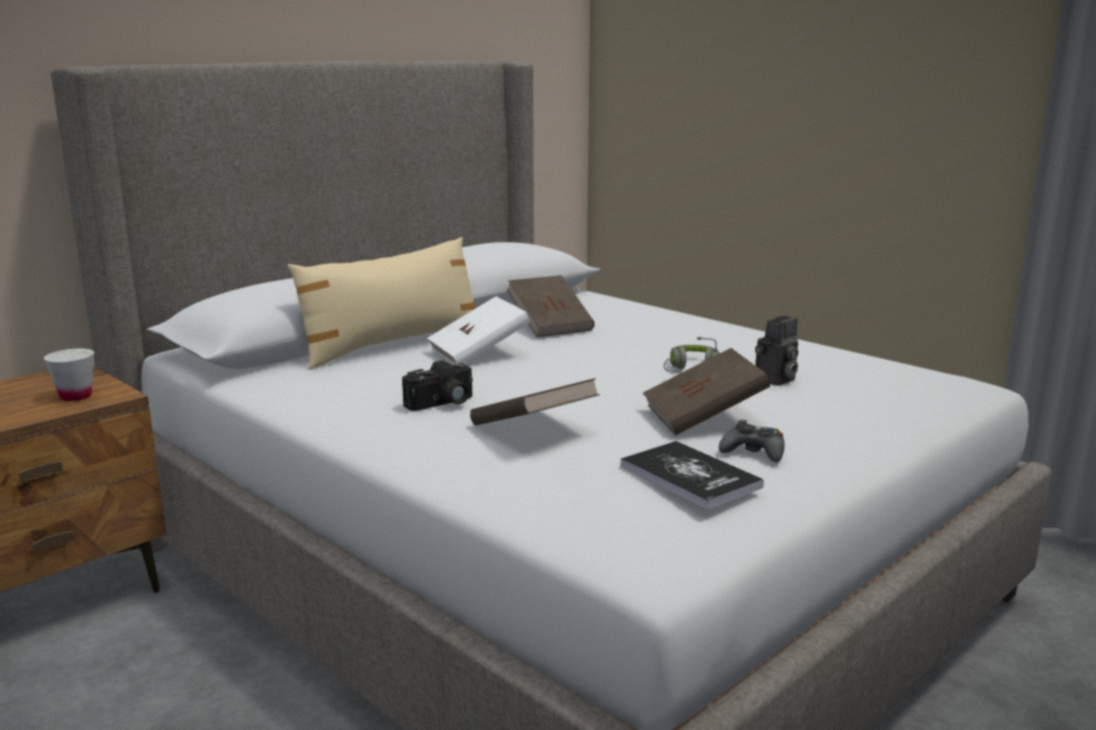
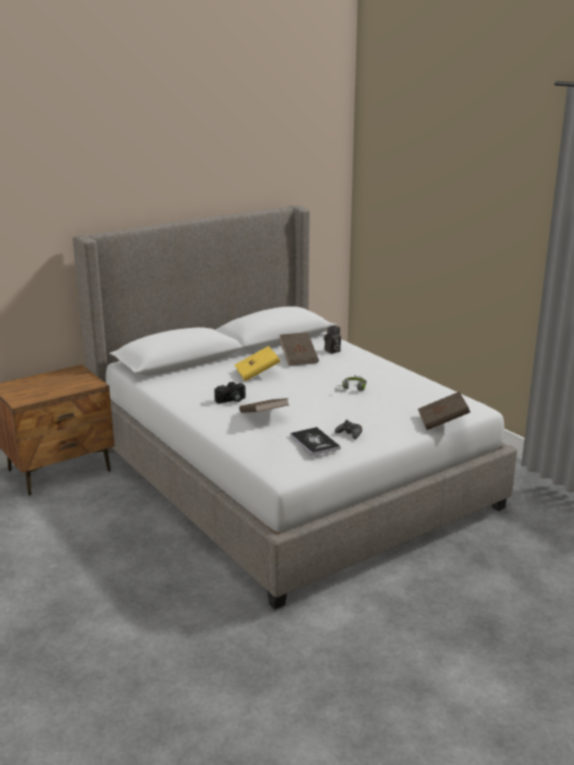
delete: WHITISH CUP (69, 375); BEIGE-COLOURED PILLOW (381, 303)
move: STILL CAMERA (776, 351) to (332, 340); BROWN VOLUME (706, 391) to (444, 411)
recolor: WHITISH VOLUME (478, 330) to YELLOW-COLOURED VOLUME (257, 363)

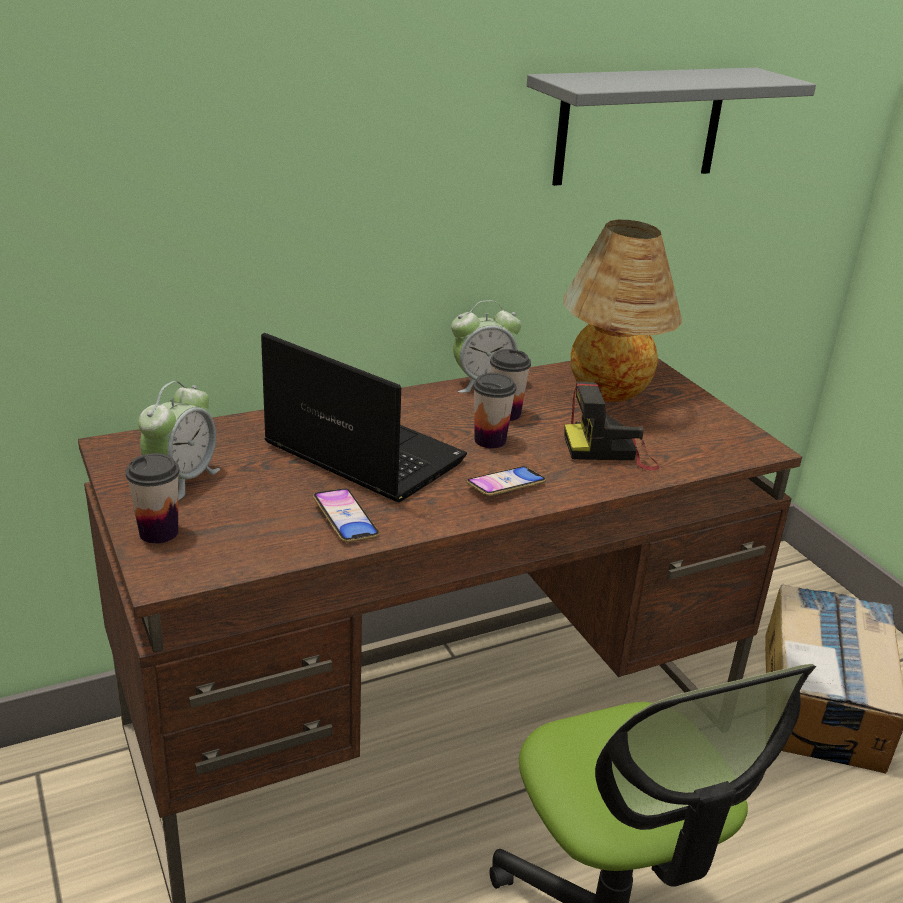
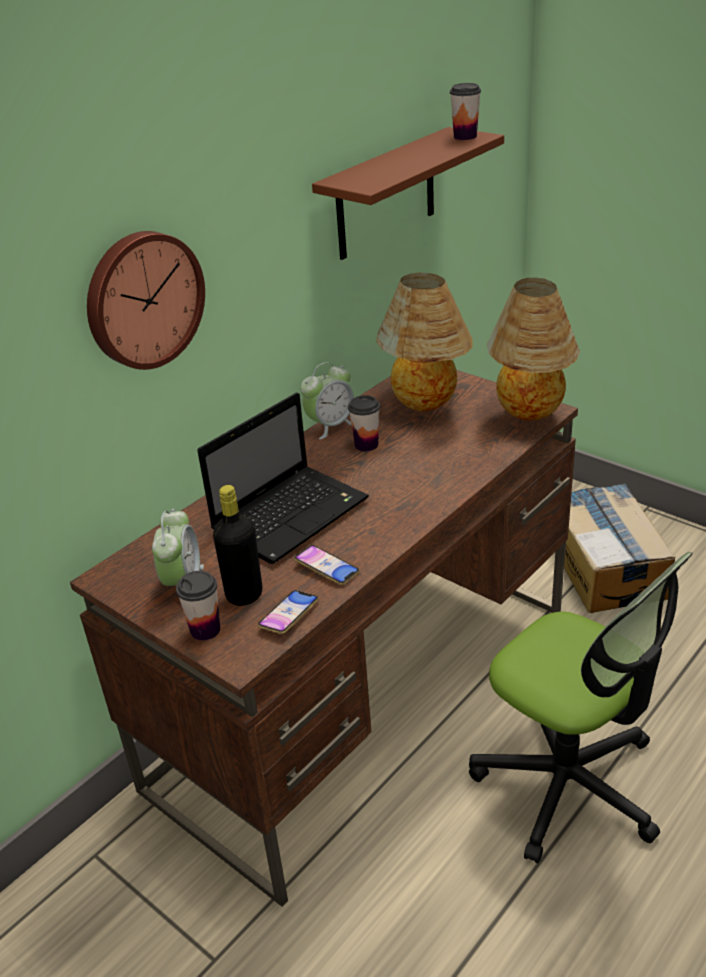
delete: STILL CAMERA (611, 425)
insert: WALL CLOCK (146, 300); BLACK-COLOURED BEVERAGE BOTTLE (237, 545); TABLE LAMP (533, 349)
move: HANDSET (506, 481) to (288, 612); CUP (494, 410) to (465, 111)
recolor: GREY SHELF (671, 127) to BROWN SHELF (408, 193)
rotate: PORTABLE COMPUTER (364, 417) = (283, 478) 120 degrees clockwise

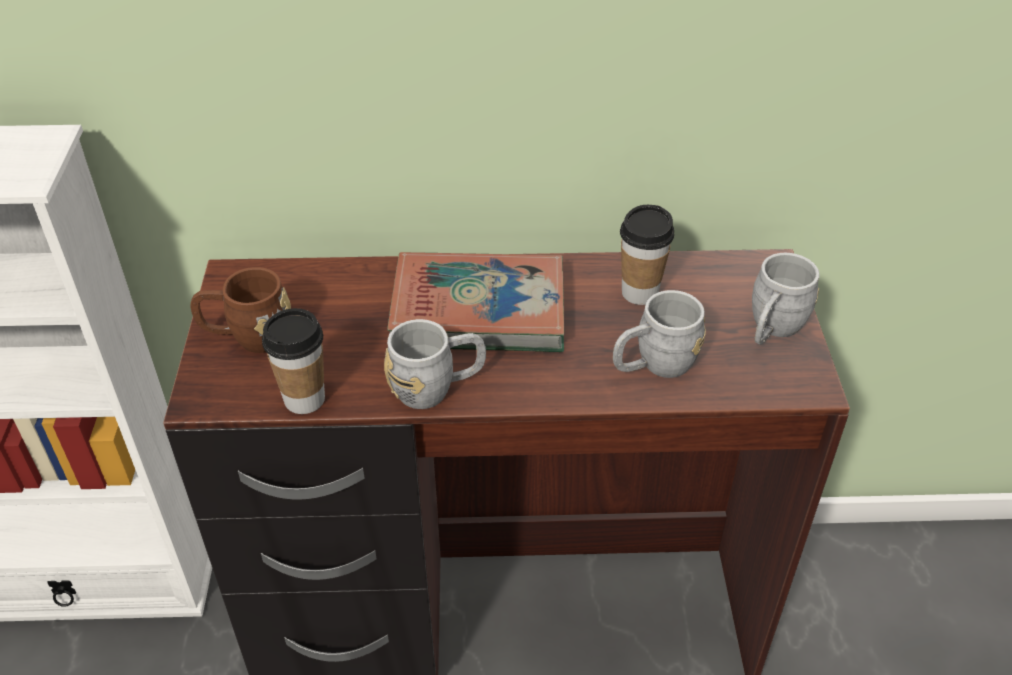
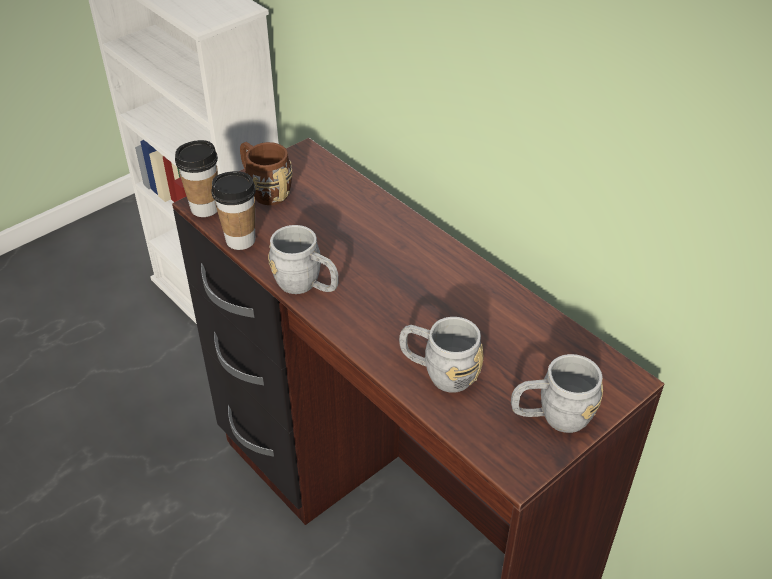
delete: VOLUME (475, 302)
move: CUP (647, 255) to (196, 178)

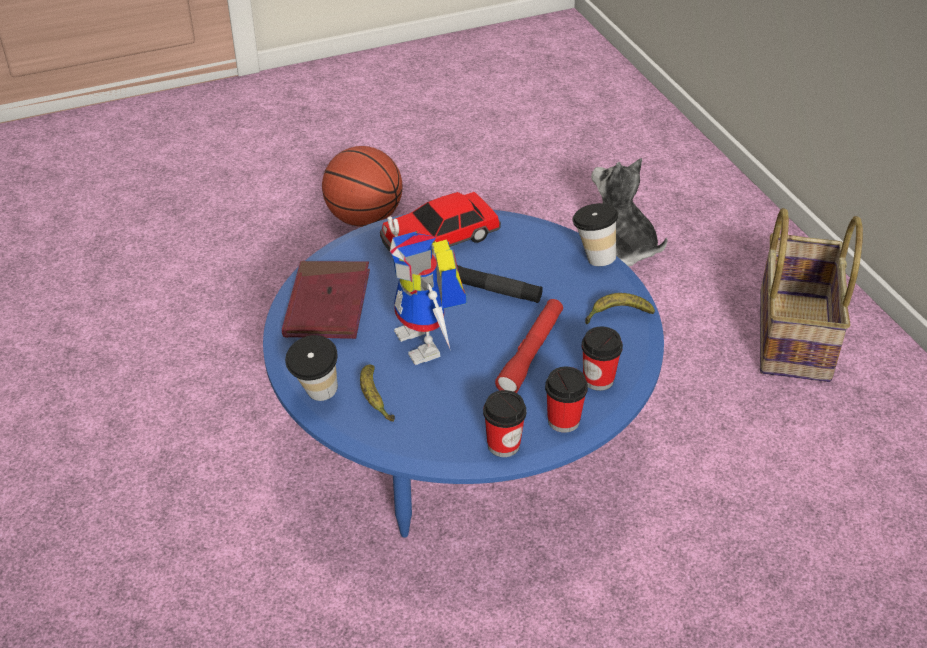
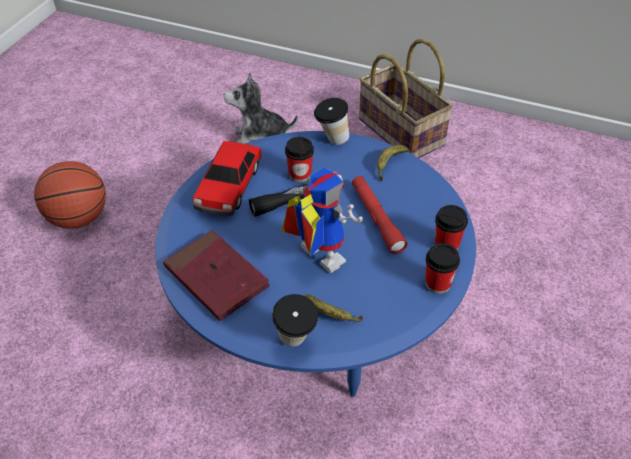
move: CUP (602, 359) to (299, 160)
rotate: MODEL ROBOT (427, 290) = (322, 220) 150 degrees counterclockwise

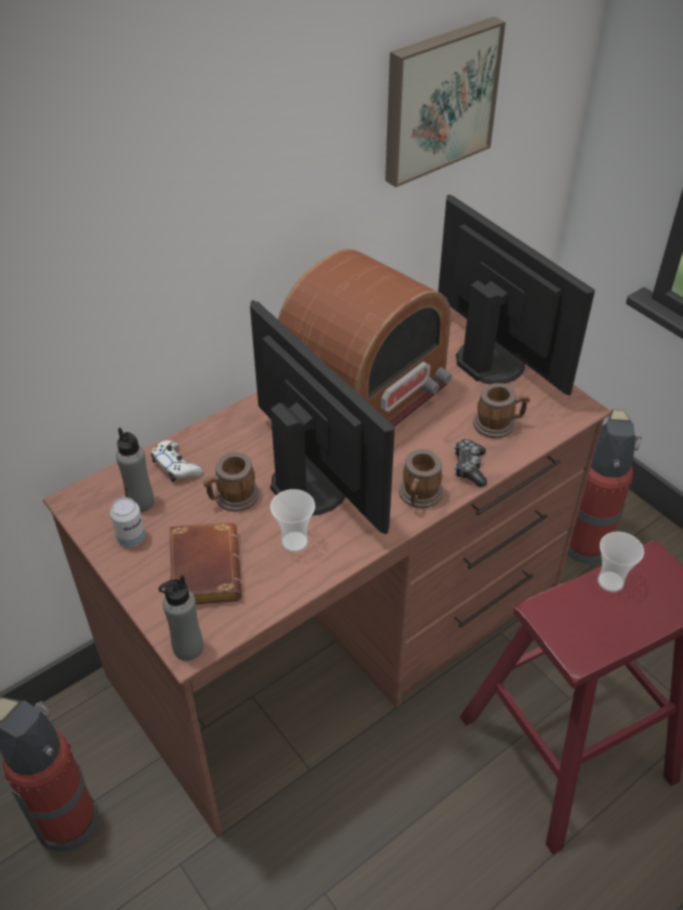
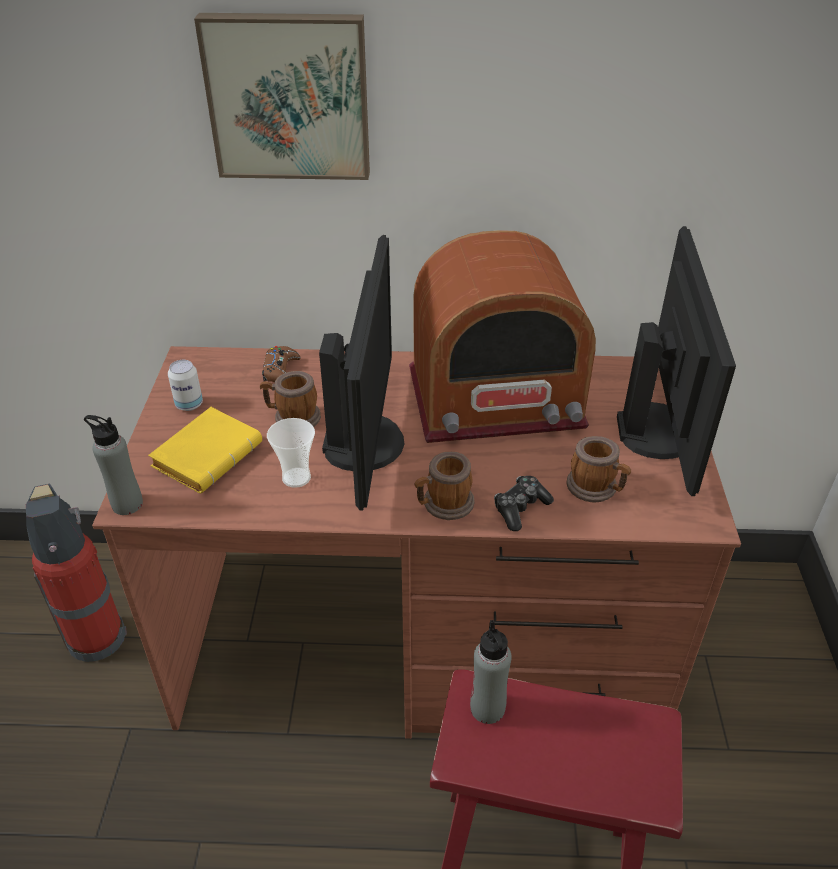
delete: EXTINGUISHER (604, 486); CUP (621, 561)
move: PICTURE (445, 102) to (282, 96); GREY BEVERAGE BOTTLE (135, 470) to (491, 672)
recolor: BROWN VOLUME (206, 563) to YELLOW-COLOURED VOLUME (205, 450); WHITISH GAME CONTROLLER (177, 461) to BROWN GAME CONTROLLER (281, 364)

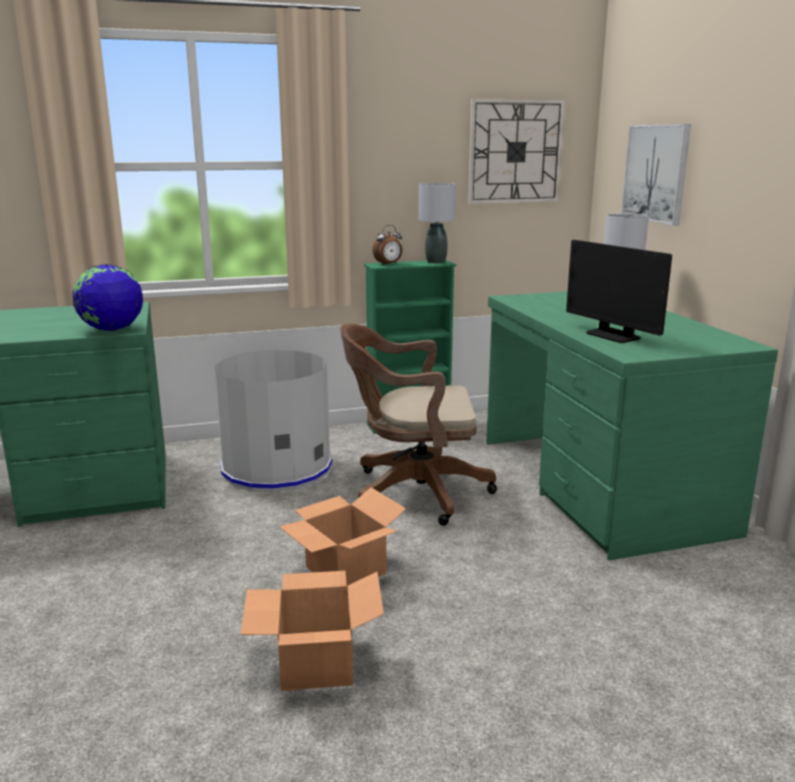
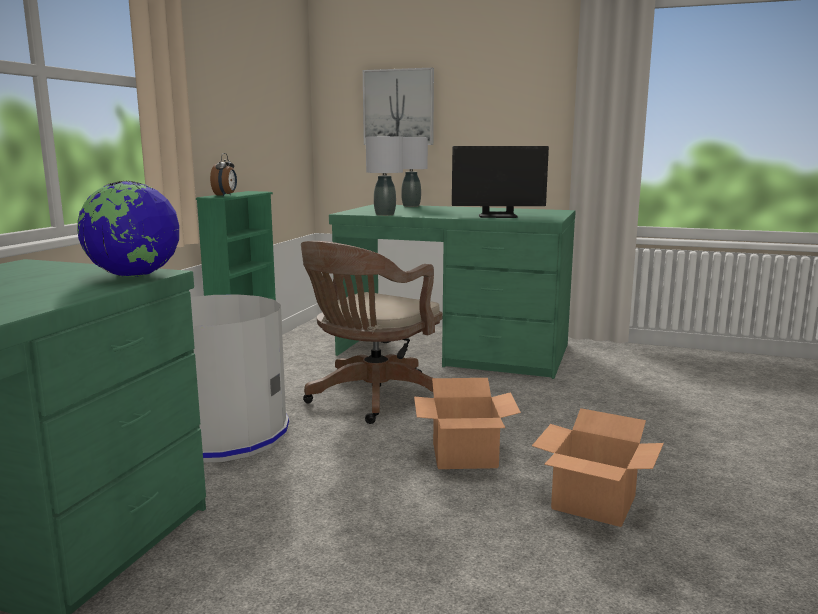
delete: WALL CLOCK (517, 151)
move: GREY TABLE LAMP (437, 223) to (384, 176)

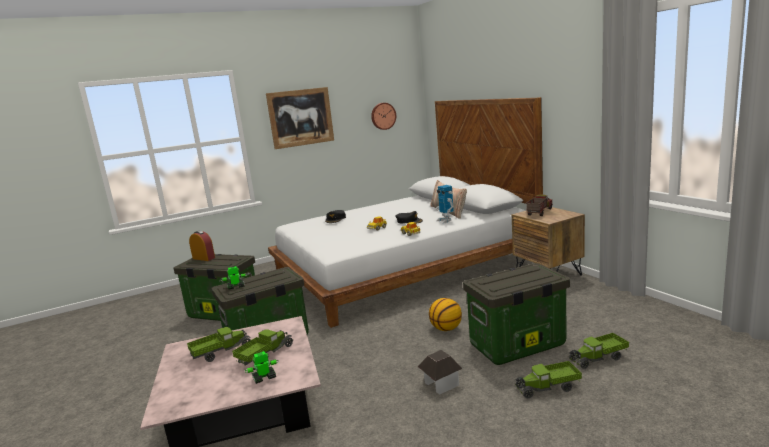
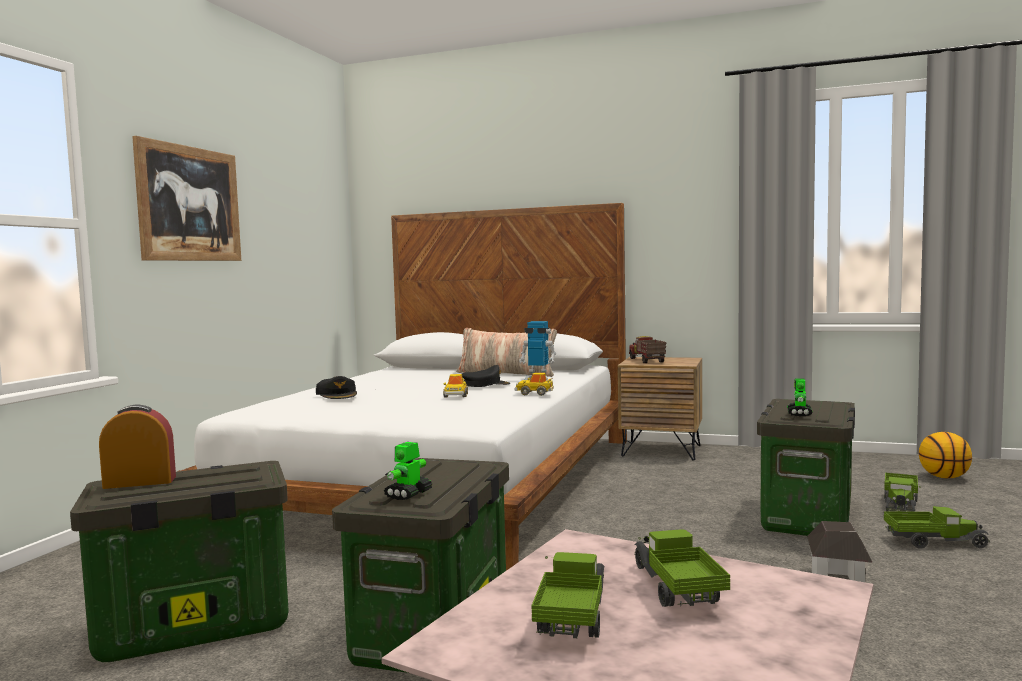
delete: WALL CLOCK (383, 116)
move: MODEL ROBOT (262, 367) to (800, 397); BASKETBALL (445, 314) to (945, 455)
rotate: TOY LORRY (548, 379) = (937, 527) 120 degrees counterclockwise

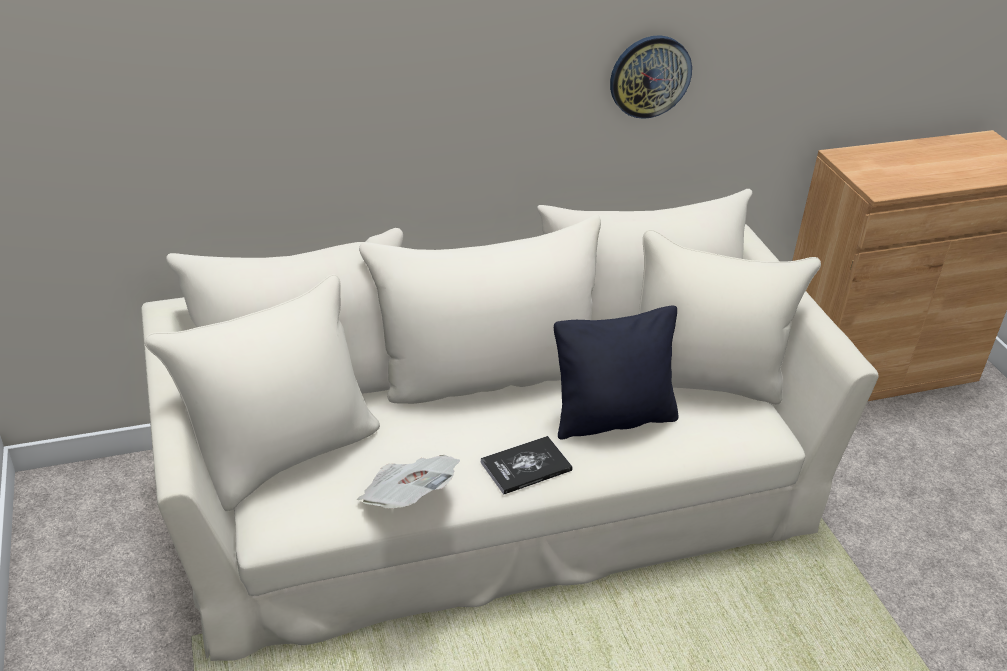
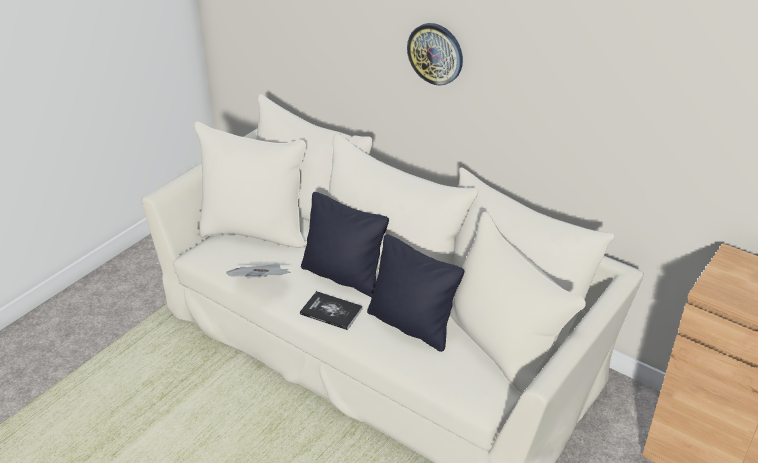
insert: BLACK-COLOURED PILLOW (345, 244)
move: WALL CLOCK (651, 77) to (435, 54)

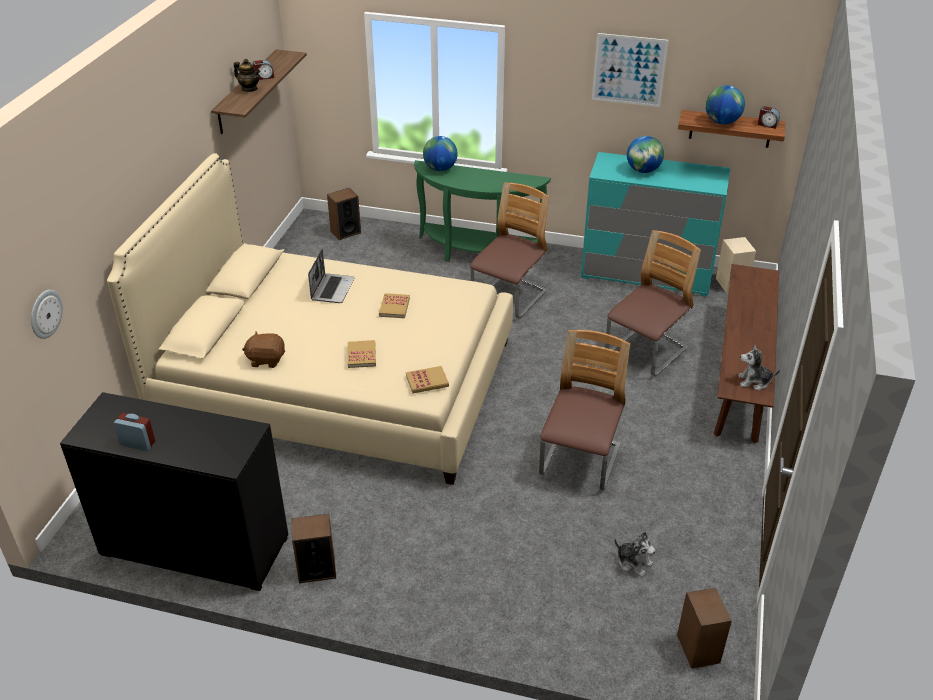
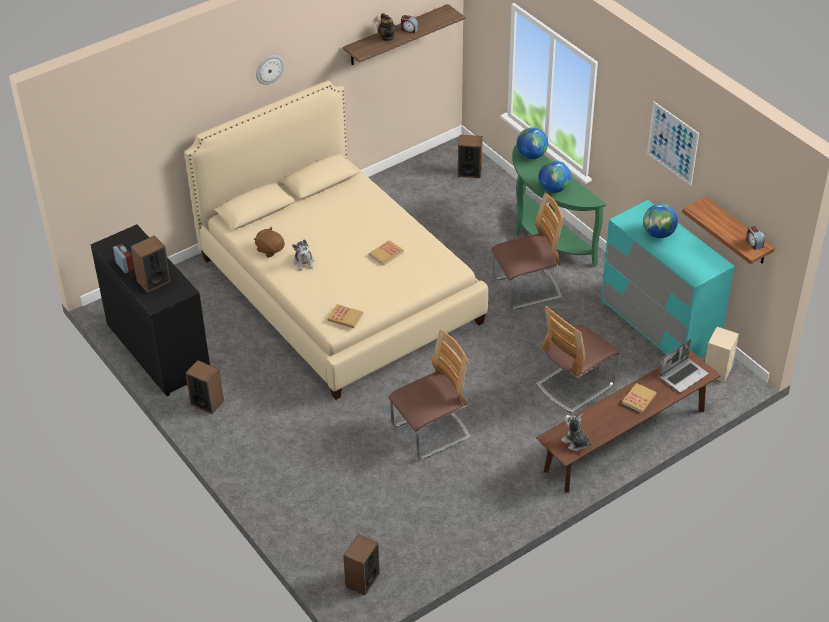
insert: LOUDSPEAKER (150, 264)
move: WALL CLOCK (47, 314) to (270, 70); SOFT TOY (635, 554) to (303, 255); DESK GLOBE (725, 105) to (554, 176); VOLUME (362, 354) to (639, 398); PORTABLE COMPUTER (331, 276) to (683, 366)
rotate: CHAIR (653, 303) = (577, 360) 150 degrees clockwise

